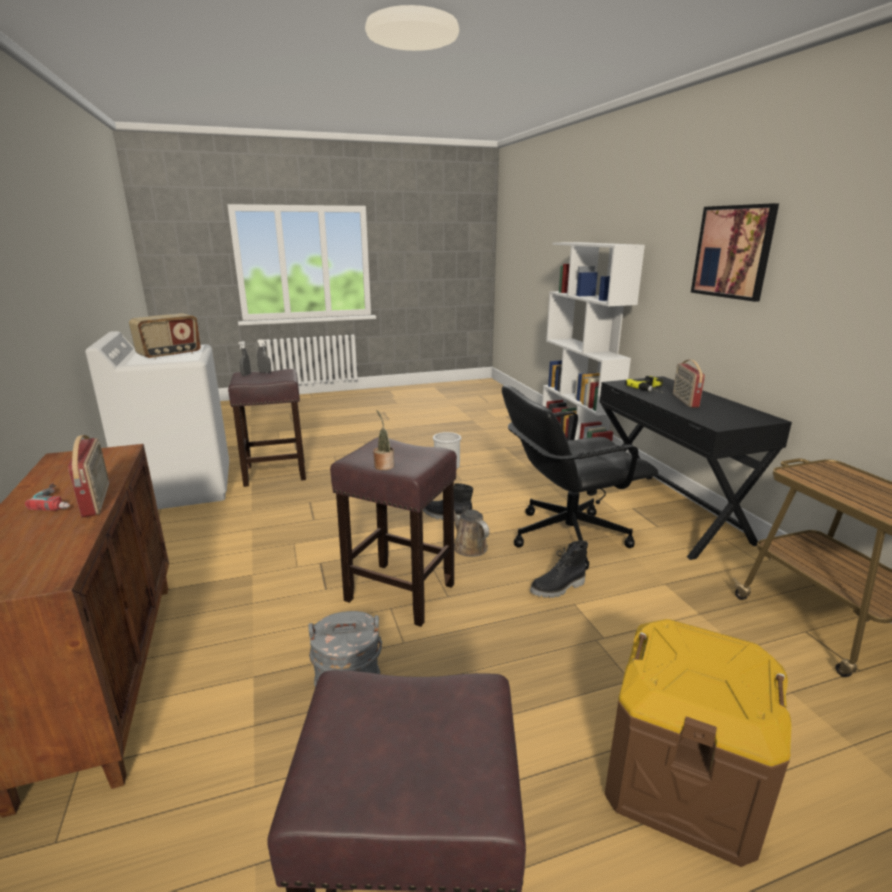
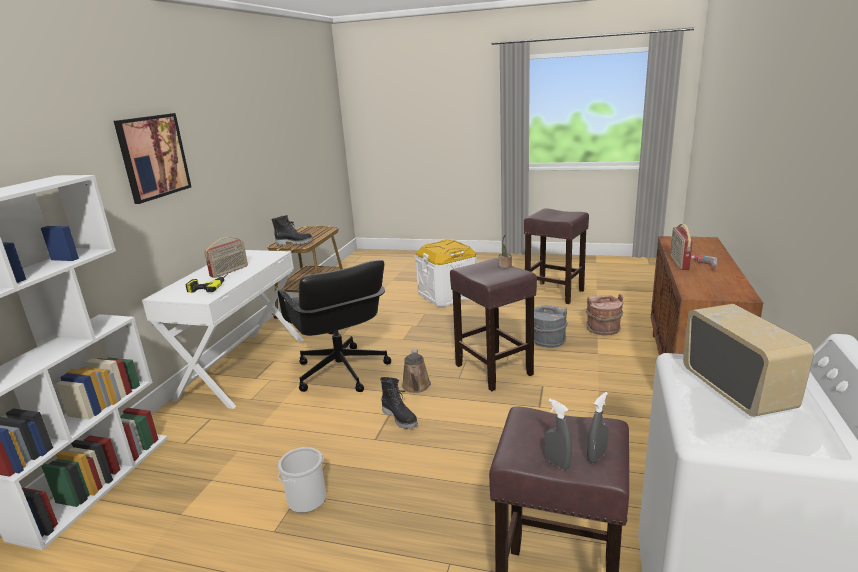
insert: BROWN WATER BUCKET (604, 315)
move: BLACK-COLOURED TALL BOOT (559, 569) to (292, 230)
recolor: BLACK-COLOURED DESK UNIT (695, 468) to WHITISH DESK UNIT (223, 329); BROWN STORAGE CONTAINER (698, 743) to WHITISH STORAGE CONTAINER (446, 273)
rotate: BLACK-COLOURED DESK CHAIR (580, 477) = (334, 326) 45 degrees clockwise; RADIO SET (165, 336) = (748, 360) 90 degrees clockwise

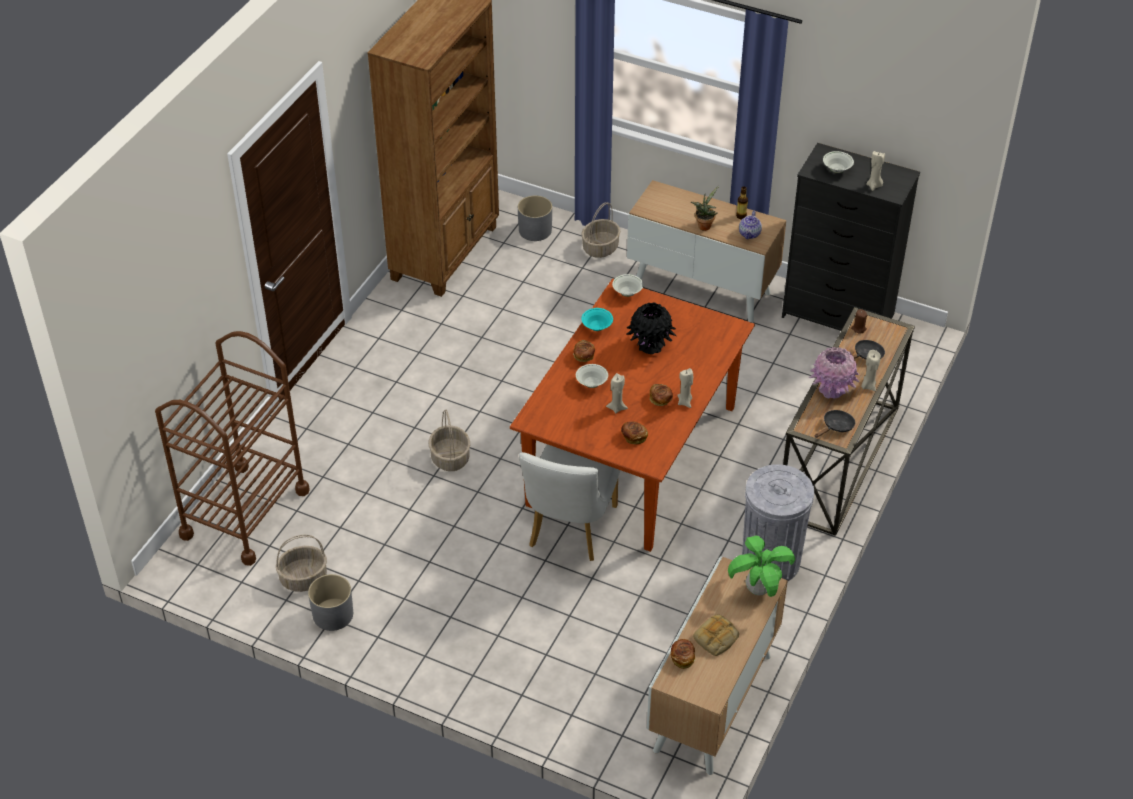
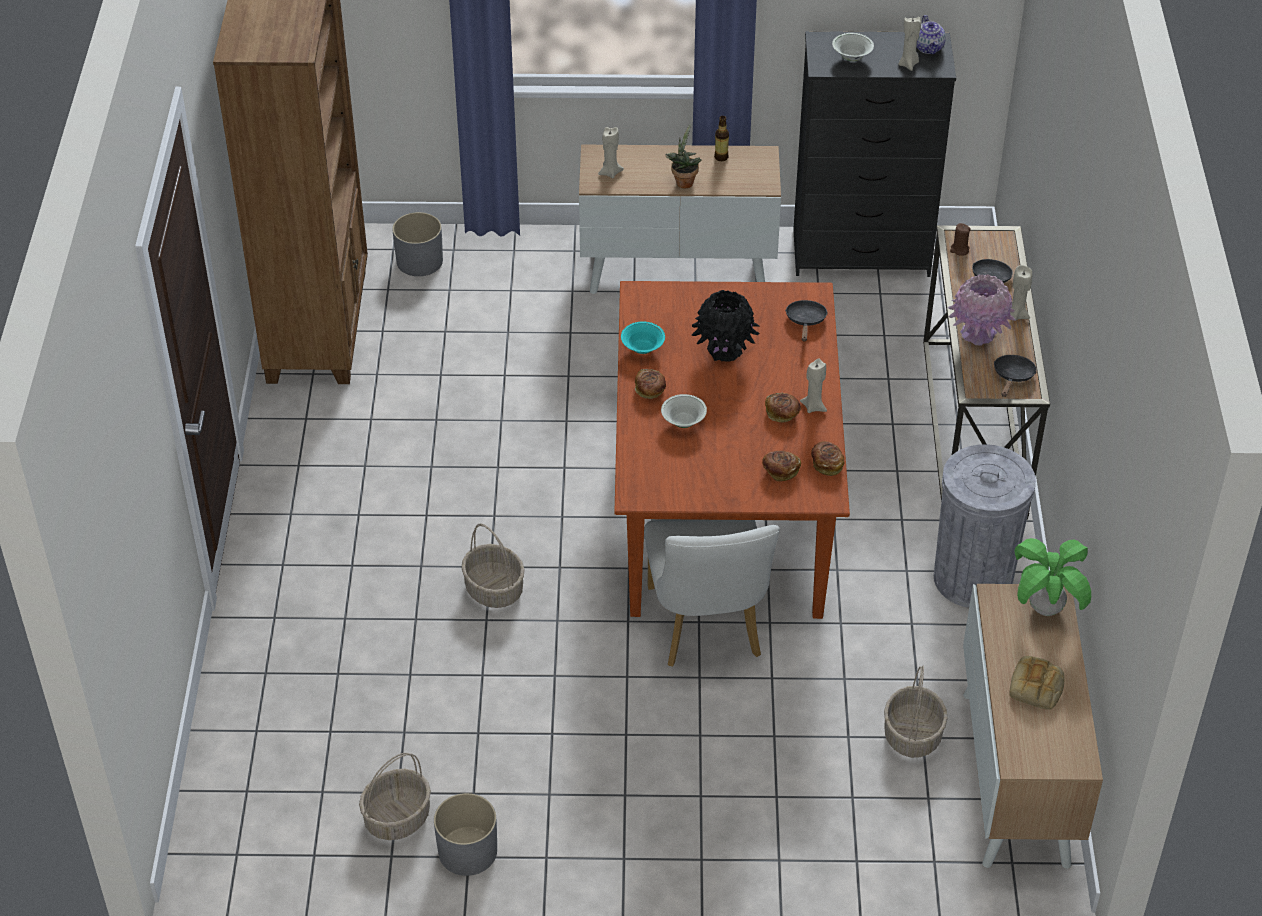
delete: BROWN CART (232, 448); WHITISH BOWL (627, 285)
insert: BLACK-COLOURED FRYING PAN (806, 321)
move: BEIGE-COLOURED CANDLE (617, 393) to (611, 152); BREAD (682, 654) to (827, 458); BASKET (601, 230) to (916, 712); TEA POT (750, 225) to (931, 34)

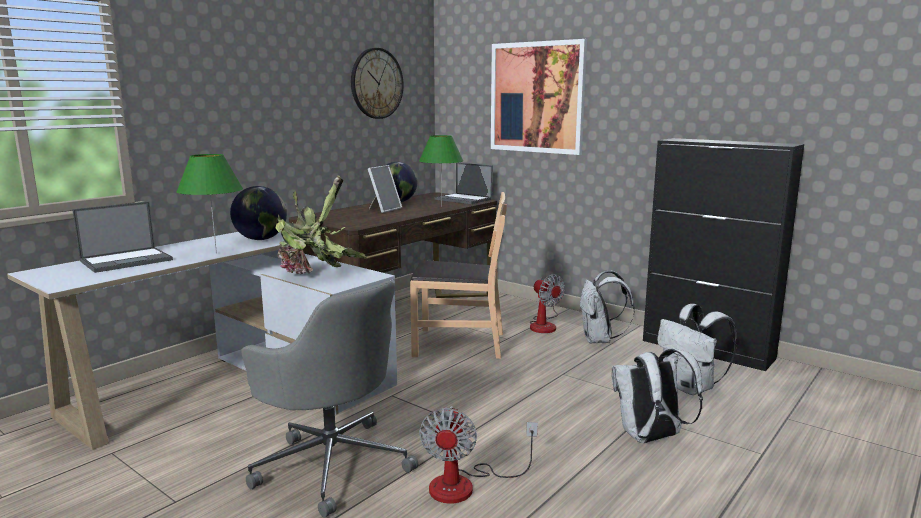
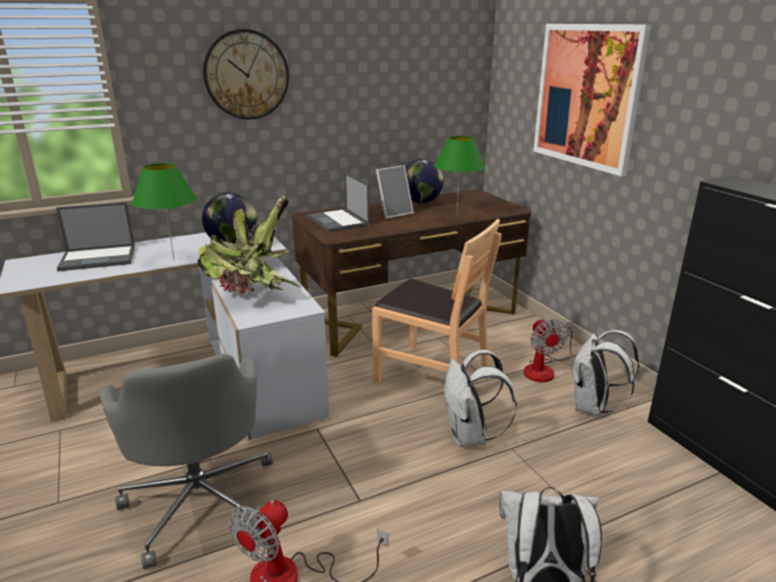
move: WALL CLOCK (377, 83) to (246, 74); PORTABLE COMPUTER (464, 183) to (339, 202); WHITISH BACKPACK (697, 349) to (480, 398)

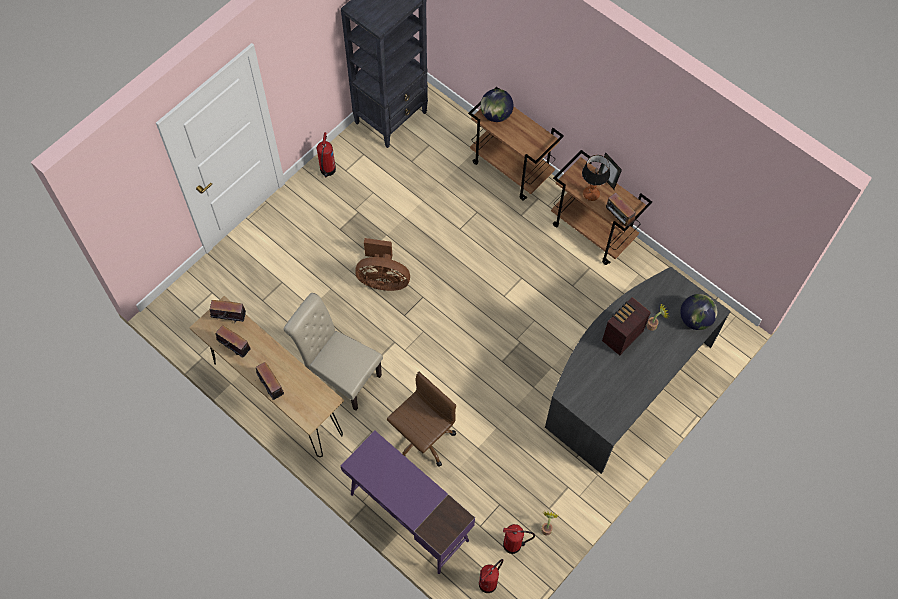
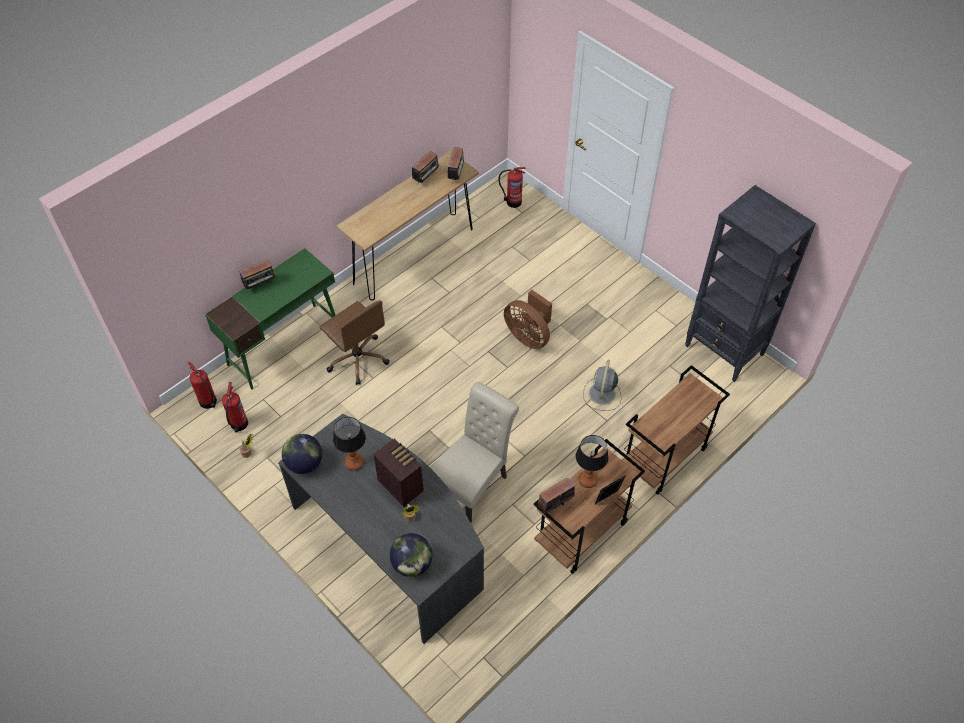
insert: TABLE LAMP (349, 443); GREY ELECTRIC FAN (602, 385)
move: RADIO SET (270, 381) to (258, 274); DESK GLOBE (496, 105) to (302, 454); BEIGE-COLOURED CHAIR (333, 352) to (474, 452); EXTINGUISHER (326, 154) to (511, 187)
recolor: PURPLE-COLOURED DESK UNIT (408, 502) to GREEN DESK UNIT (270, 319)
rotate: BROWN ELECTRIC FAN (382, 264) = (528, 319) 60 degrees counterclockwise

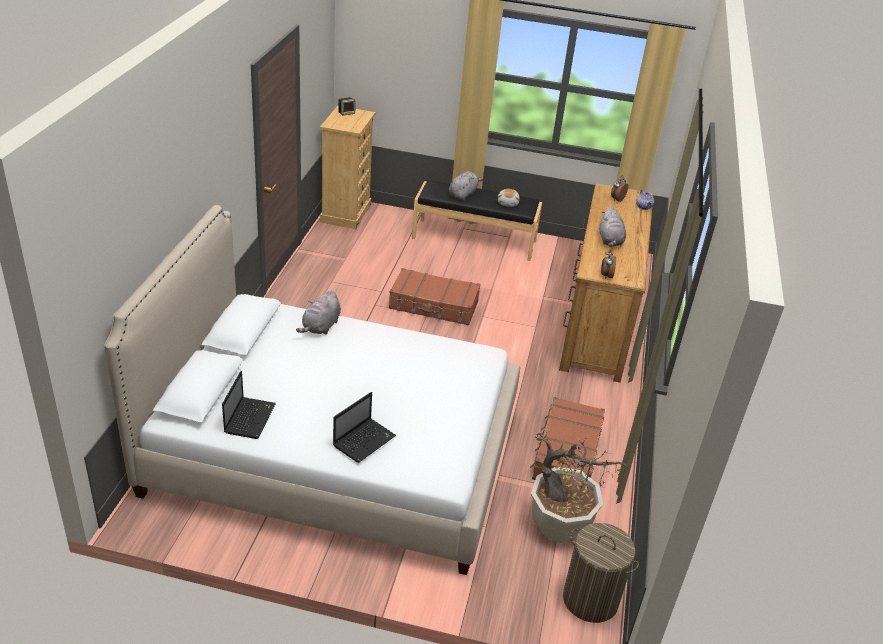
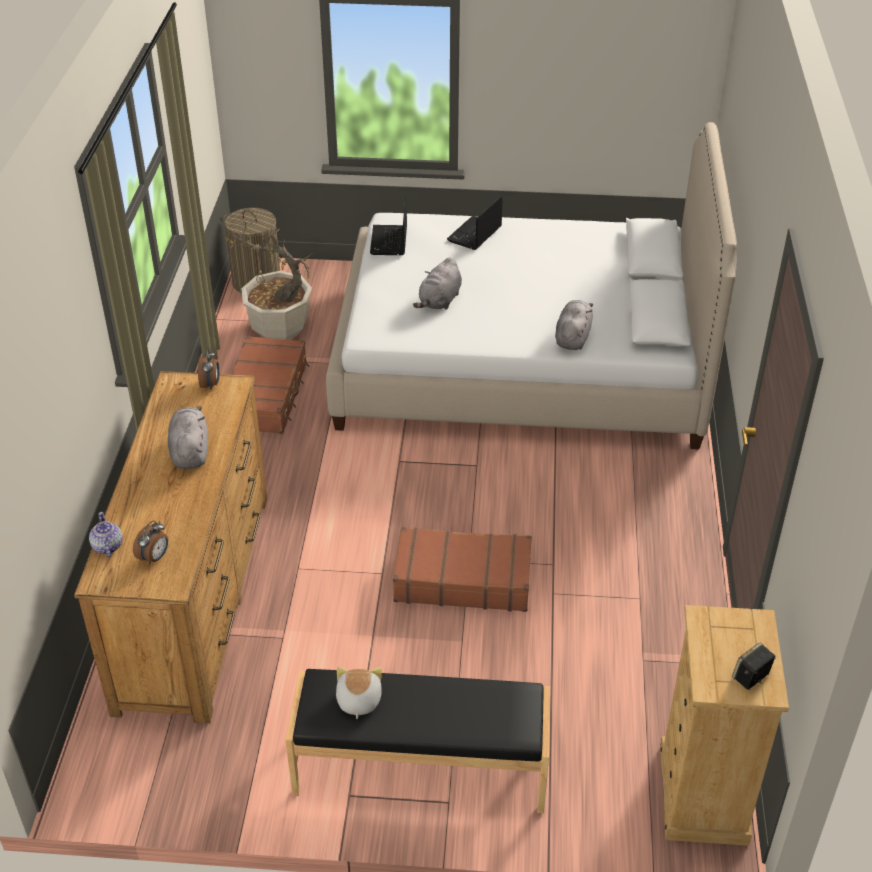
move: PORTABLE COMPUTER (249, 405) to (388, 225); GREY SOFT TOY (466, 186) to (437, 283)

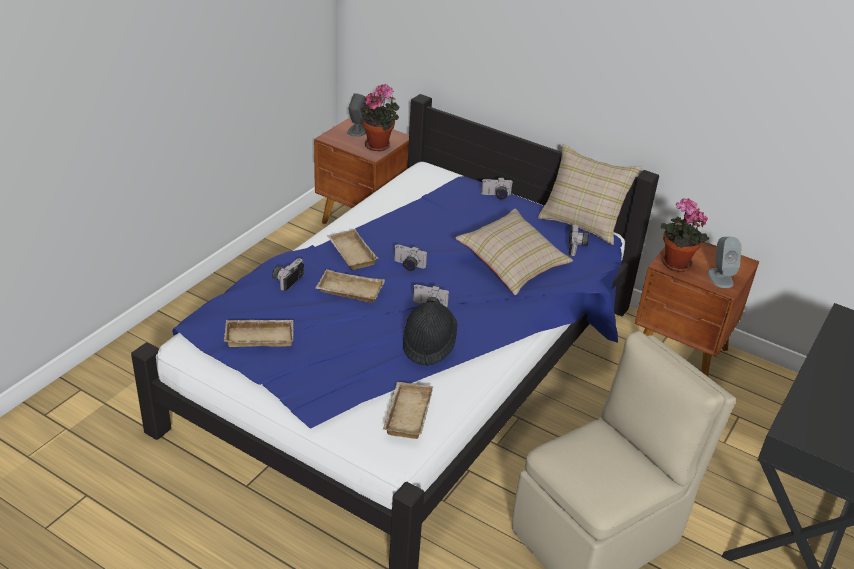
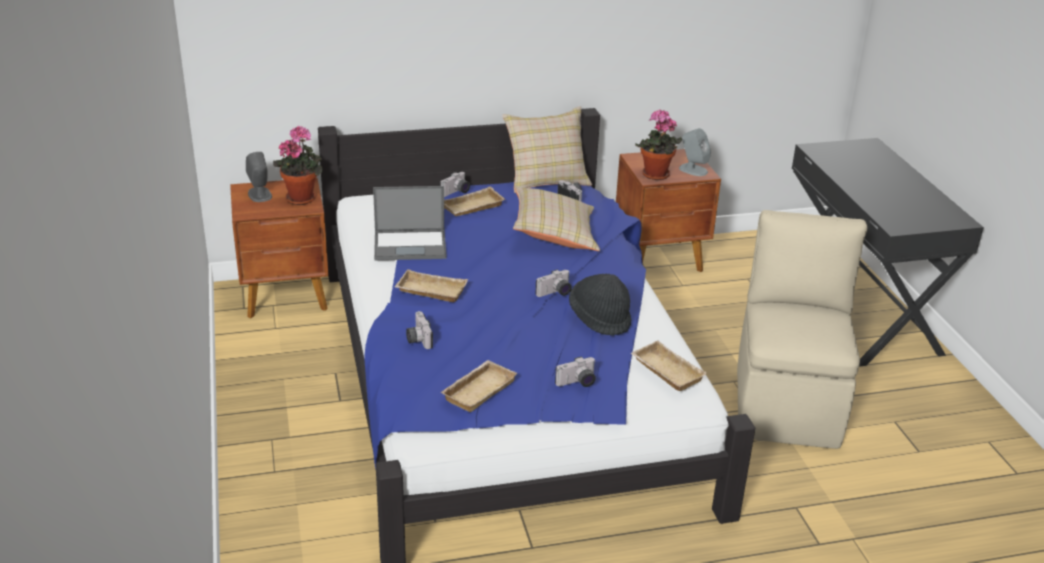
insert: PORTABLE COMPUTER (410, 223)
move: BEIGE-COLOURED SERVING TRAY (350, 286) to (474, 201); STILL CAMERA (410, 257) to (575, 371)

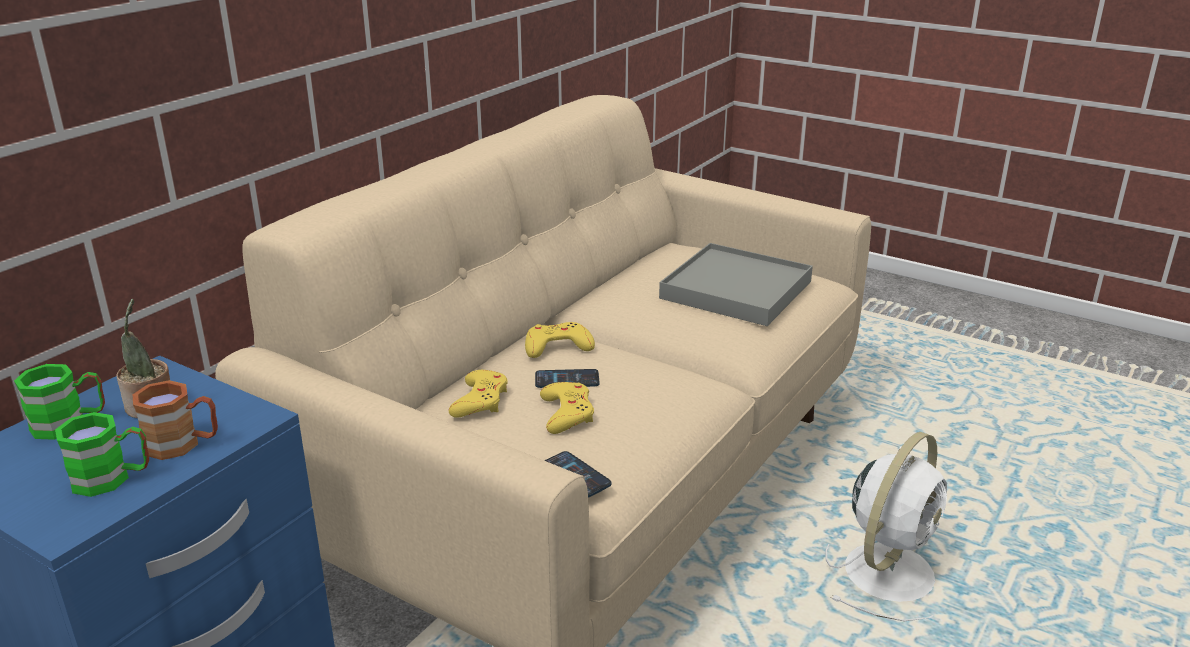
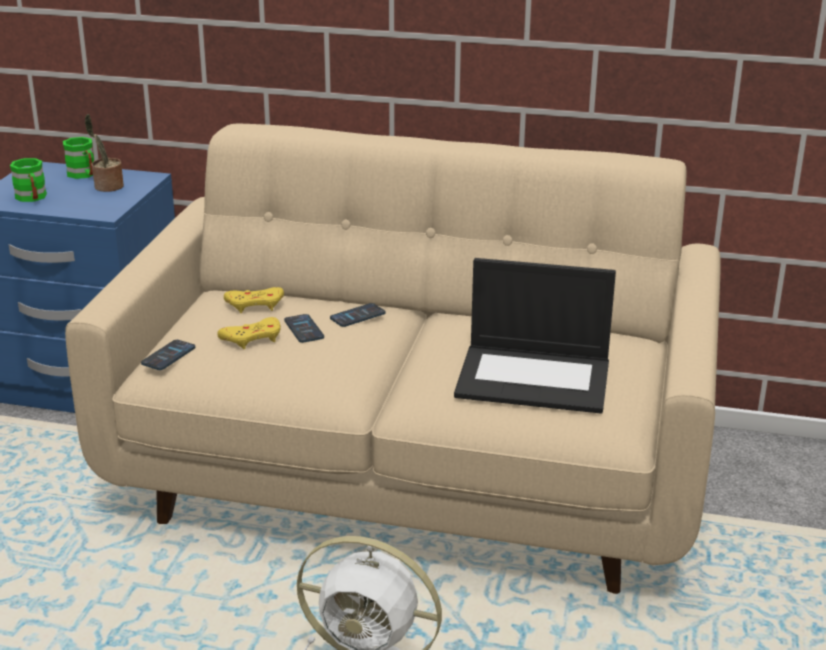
delete: BROWN TEA MUG (175, 420)
replace: YELLOW-COLOURED GAME CONTROLLER (560, 340) to HANDSET (357, 315); GREY SERVING TRAY (736, 284) to PORTABLE COMPUTER (535, 336)

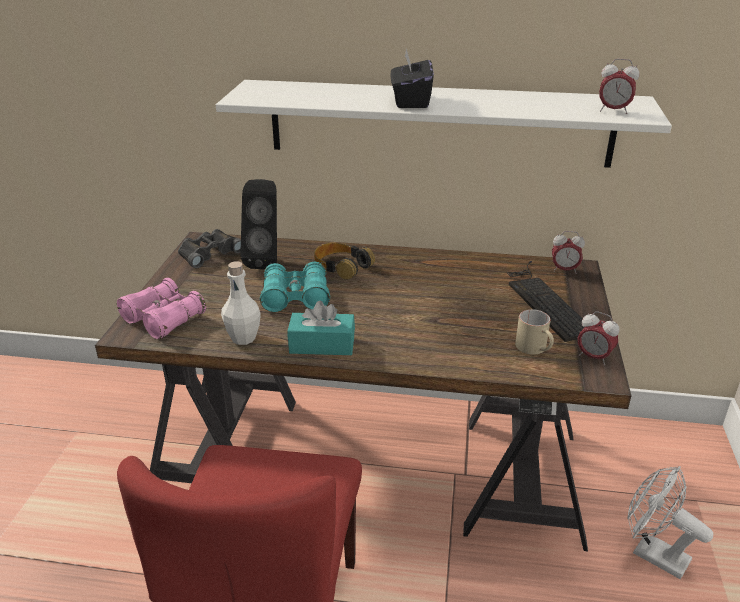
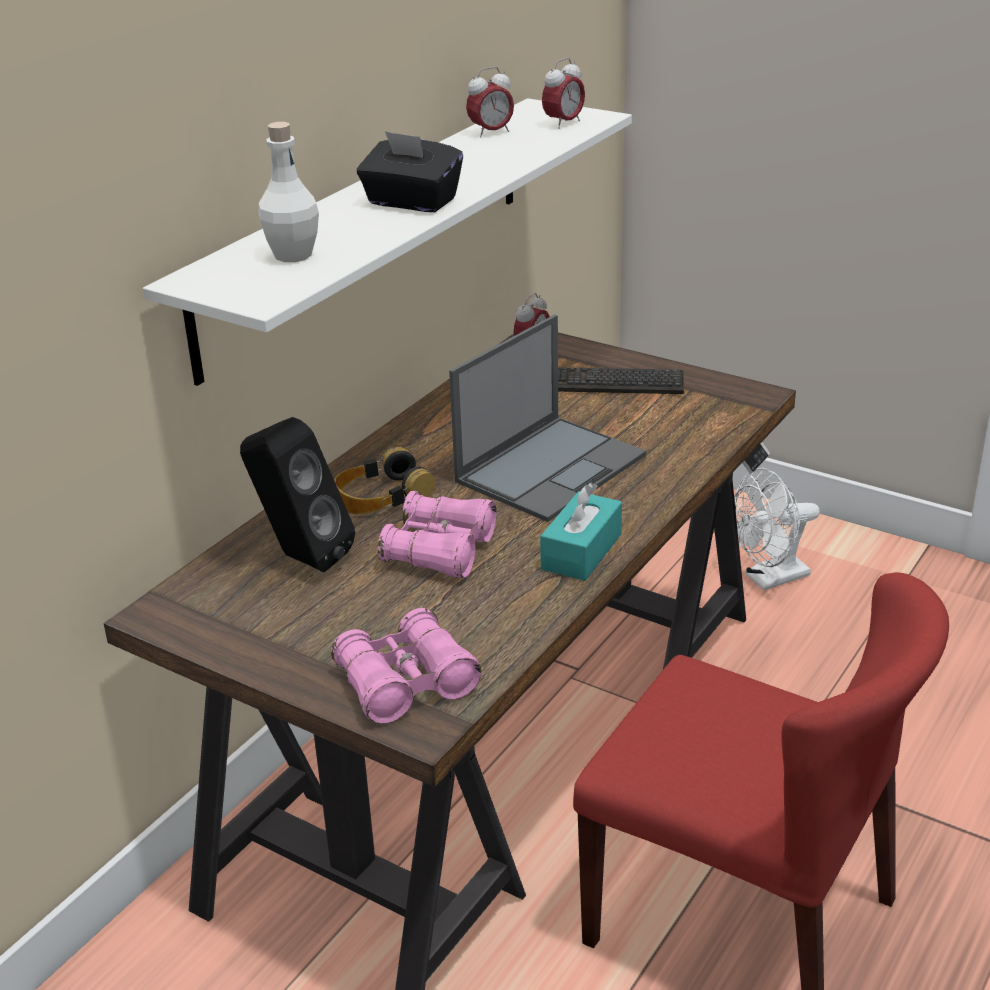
delete: BLACK-COLOURED BINOCULARS (209, 248); BEIGE-COLOURED TEA MUG (534, 332)
insert: PORTABLE COMPUTER (547, 418)
move: WHITISH BEVERAGE BOTTLE (241, 303) to (288, 192); BEDSIDE CLOCK (599, 338) to (490, 102)
recolor: TURQUOISE BINOCULARS (295, 287) to PINK BINOCULARS (437, 535)

